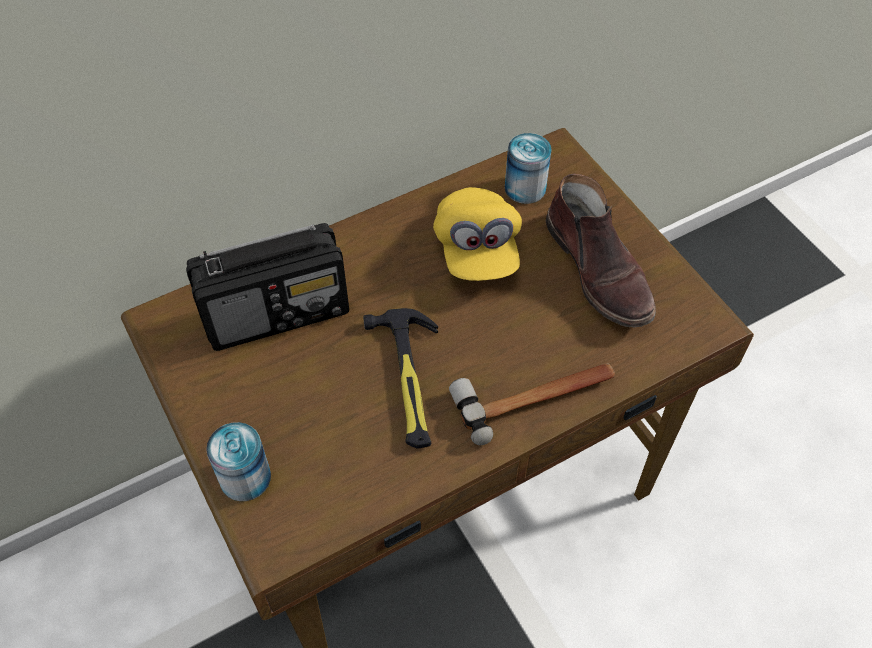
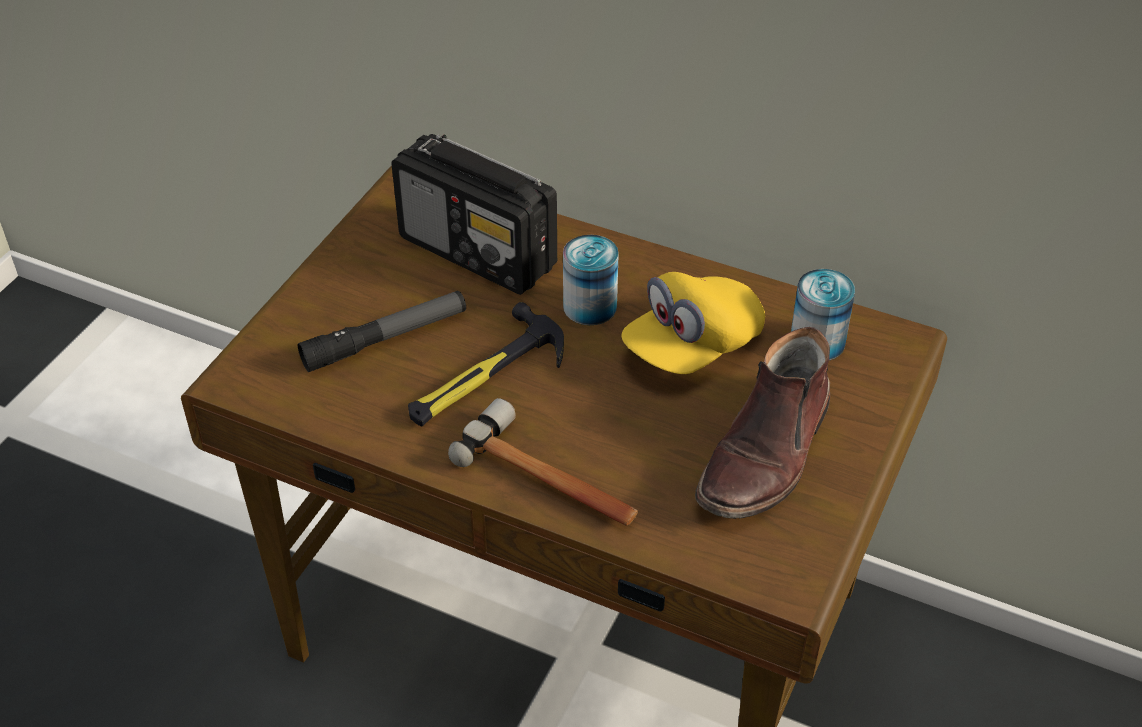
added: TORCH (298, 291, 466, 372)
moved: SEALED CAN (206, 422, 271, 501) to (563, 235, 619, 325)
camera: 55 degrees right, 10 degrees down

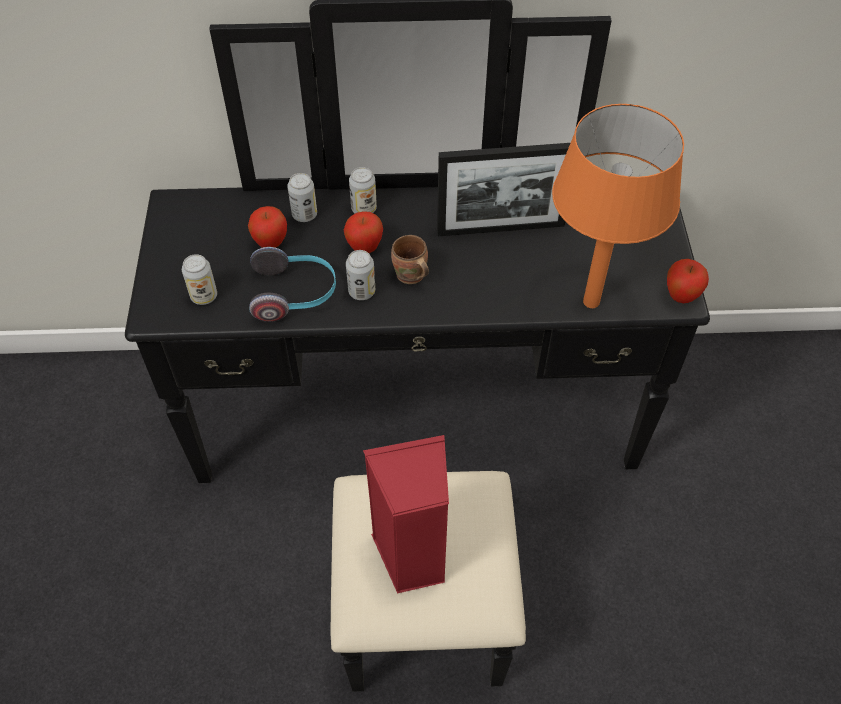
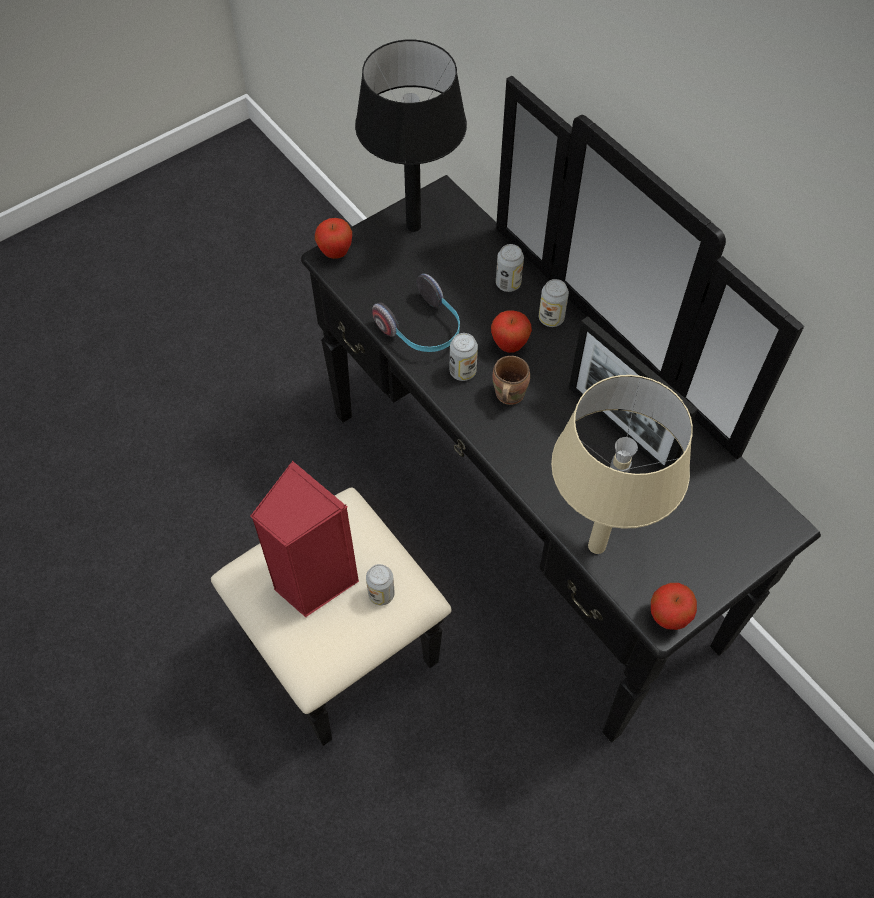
added: BLACK-COLOURED LAMP FOR A TABLE (355, 39, 467, 232)
moved: SEALED CAN (182, 254, 217, 305) to (366, 564, 395, 606); APPLE FRUIT (248, 206, 287, 248) to (315, 218, 352, 259)
recoloured: ORANGE-COLOURED LAMP FOR A TABLE (552, 104, 684, 308) to BEIGE LAMP FOR A TABLE (551, 375, 693, 554)
camera: 55 degrees right, 5 degrees up

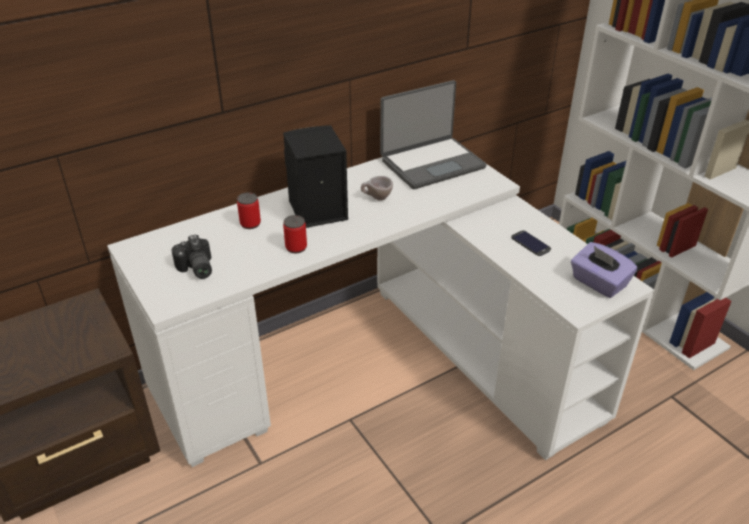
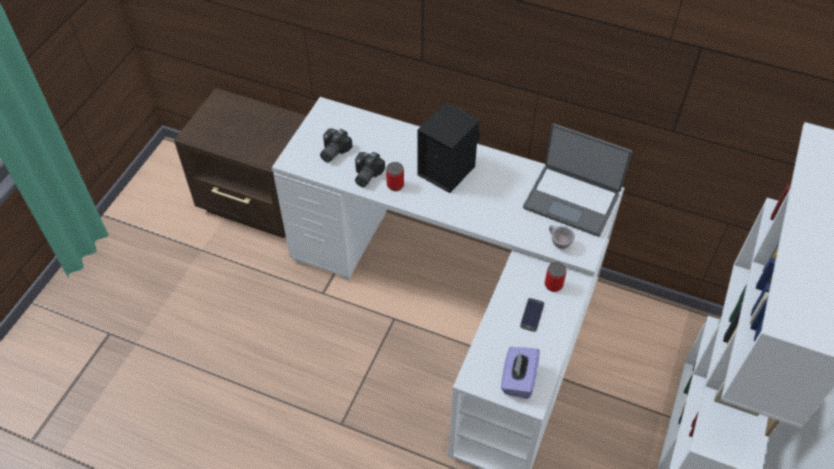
added: PHOTO CAMERA (355, 152, 385, 187)
moved: SEALED CAN (237, 192, 261, 229) to (545, 262, 566, 292); BEIGE CUP (361, 176, 393, 200) to (549, 225, 575, 249)
camera: 55 degrees right, 15 degrees up

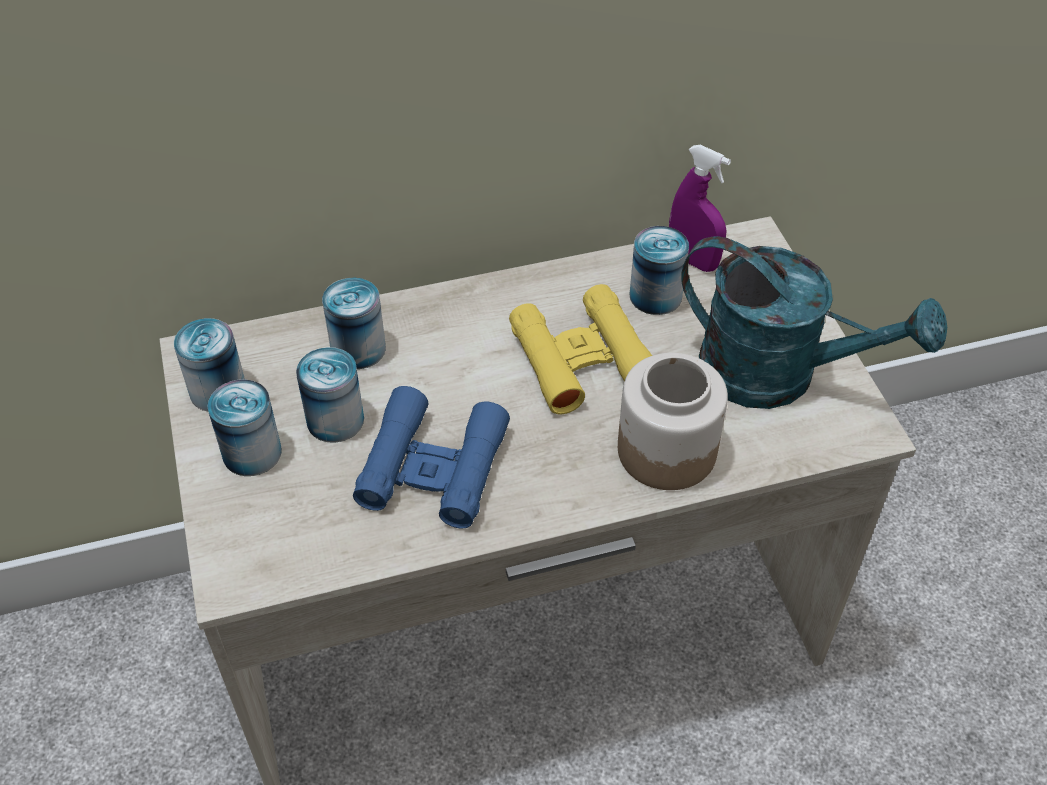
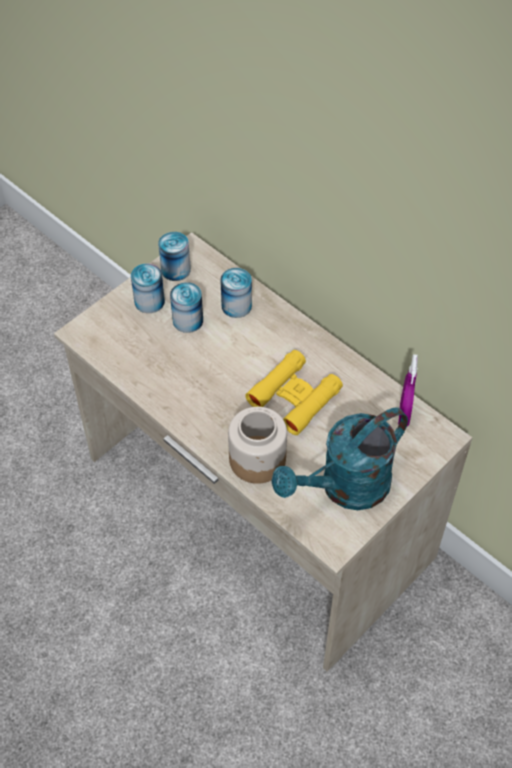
removed: BLUE-COLOURED BINOCULARS (353, 386, 510, 528); SEALED CAN (630, 226, 689, 315)
turned: TURQUOISE SPRINKLING CAN (681, 236, 947, 409) = (271, 407, 408, 510) 60 degrees clockwise
camera: 60 degrees right, 5 degrees up

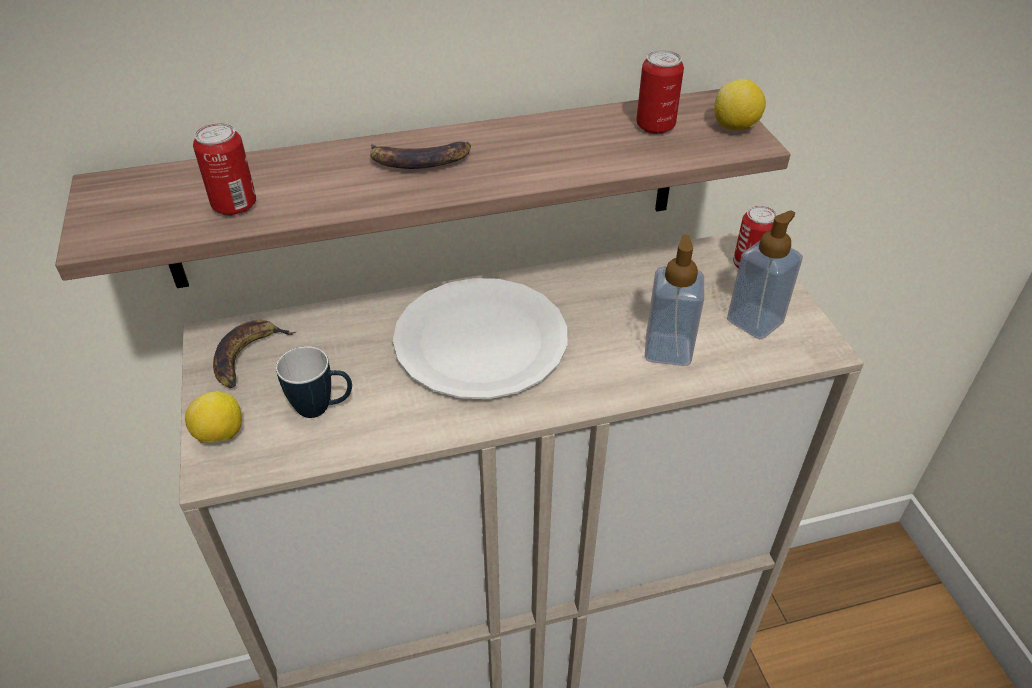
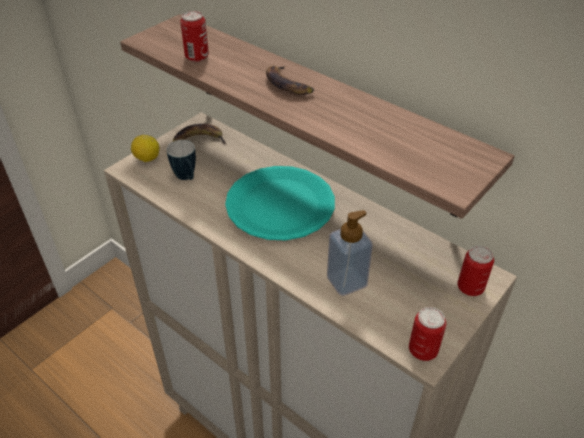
removed: LEMON (714, 79, 766, 130); LIQUID SOAP BOTTLE (727, 210, 803, 339)
moved: SEALED CAN (636, 50, 684, 134) to (409, 307, 446, 361)
recoloured: WHITE FLAT DISH (393, 278, 567, 399) to TURQUOISE FLAT DISH (225, 166, 335, 240)
camera: 55 degrees right, 0 degrees up

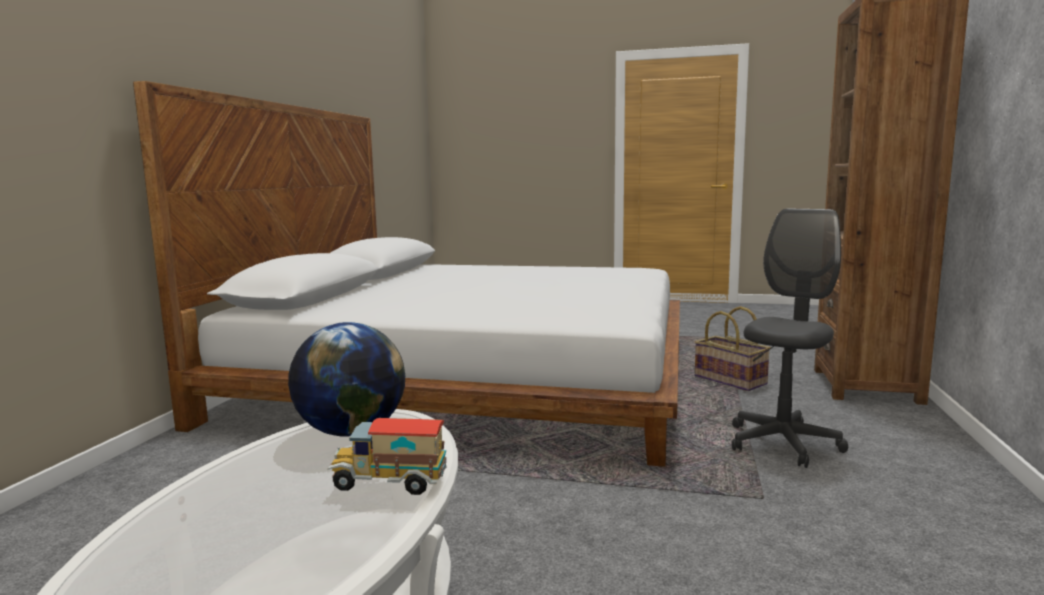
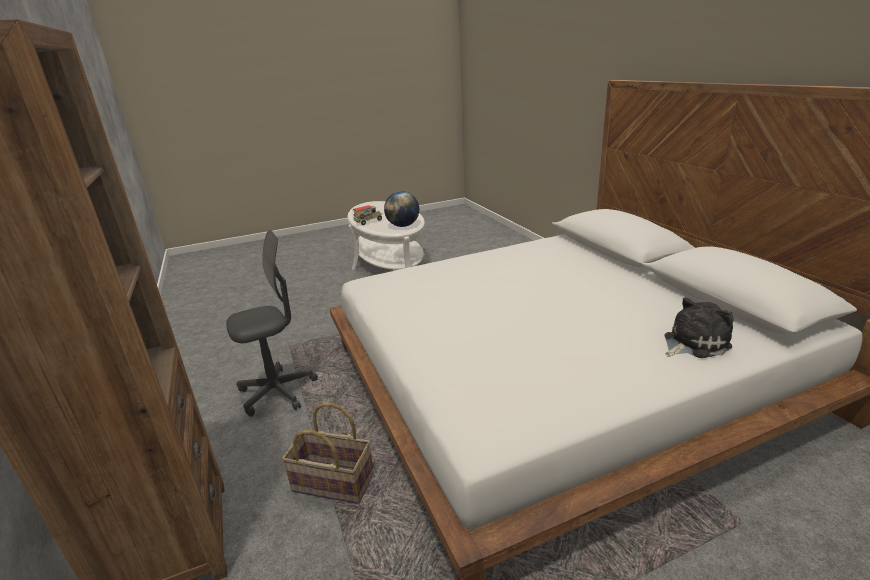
added: SOFT TOY (664, 298, 733, 358)
turned: GRAY COMPUTER CHAIR (732, 209, 848, 468) = (226, 230, 318, 417) 120 degrees counterclockwise
camera: 145 degrees right, 15 degrees up

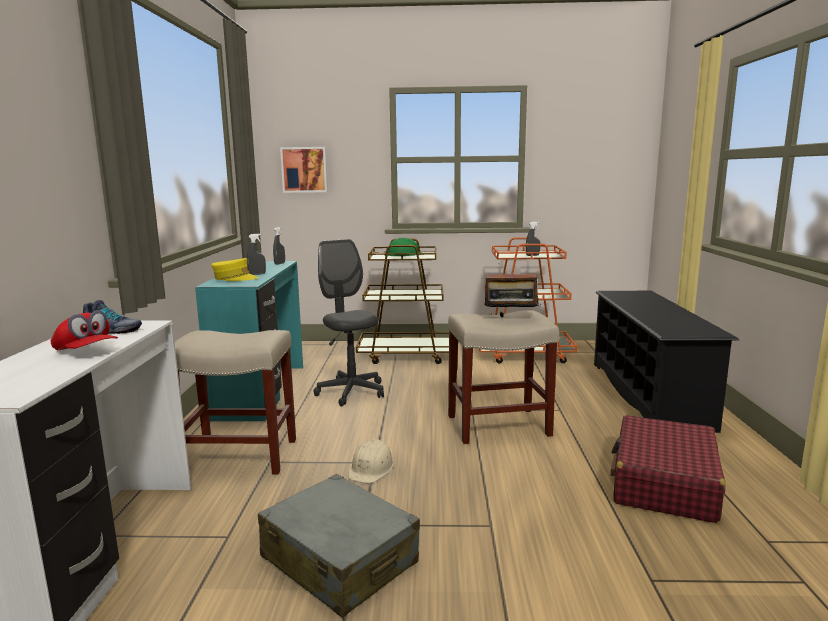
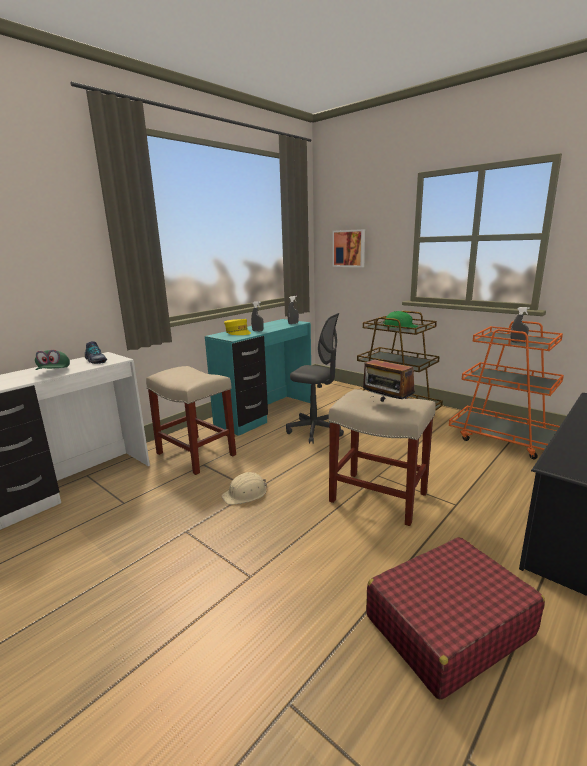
removed: GRAY TRAVEL CASE (258, 474, 420, 618)
recoloured: RED BASEBALL CAP (51, 310, 118, 350) to GREEN-COLOURED BASEBALL CAP (35, 350, 70, 370)
turned: GRAY COMPUTER CHAIR (314, 239, 384, 407) = (286, 313, 344, 444) 105 degrees clockwise
camera: 40 degrees right, 5 degrees up

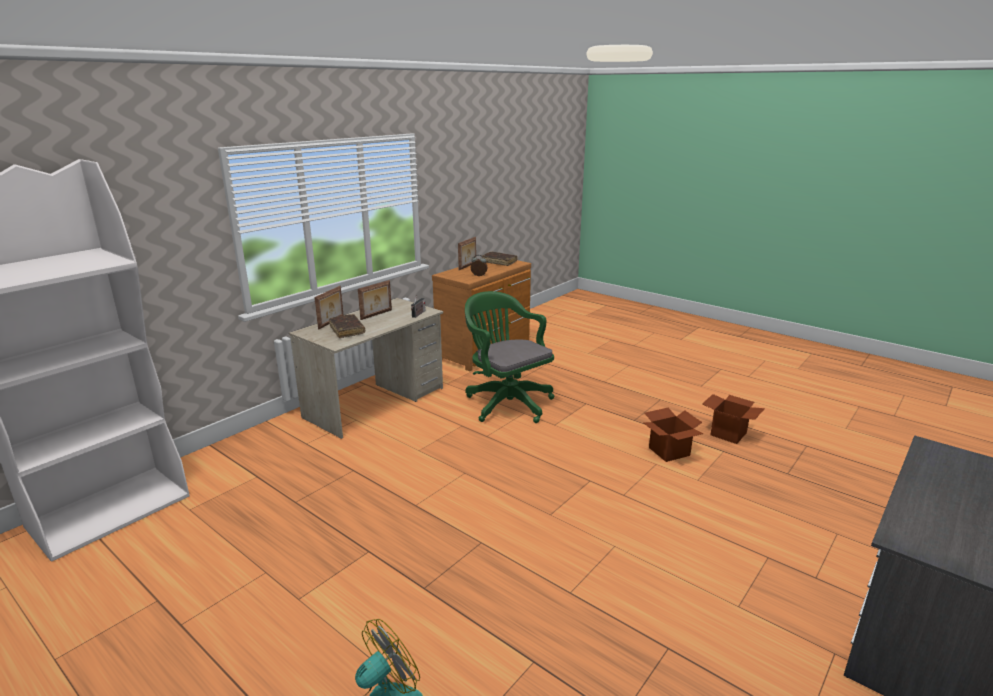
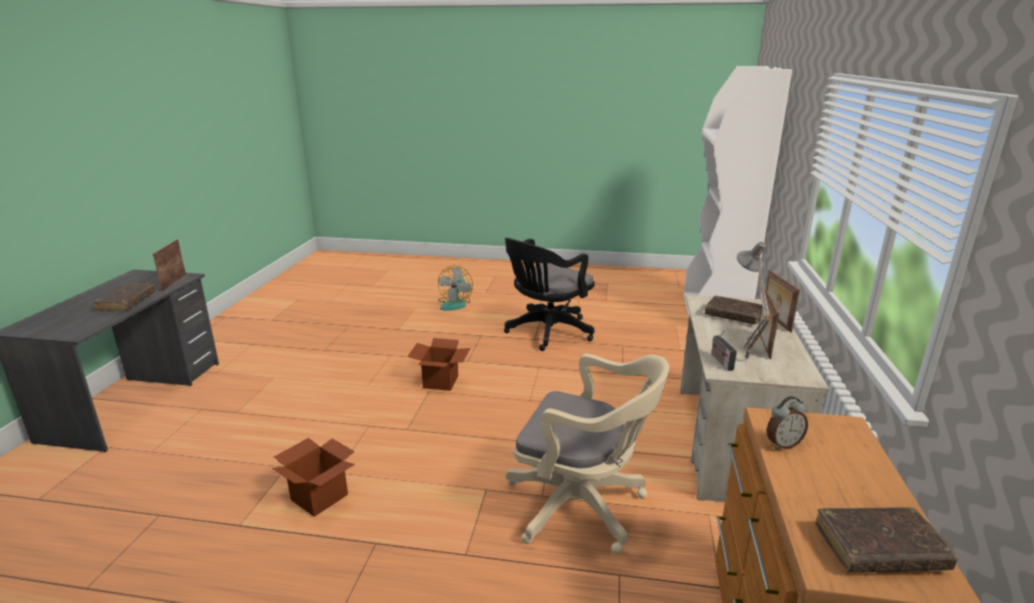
added: BROWNISH VOLUME (93, 284, 155, 311); BLACK-COLOURED COMPUTER CHAIR (504, 238, 595, 351); GRAY LAMP FOR A TABLE (737, 241, 770, 362)
moved: STANDING FRAME (458, 237, 476, 270) to (153, 239, 186, 291); CARTON (702, 394, 765, 444) to (407, 338, 470, 391)
recoloured: GREEN-COLOURED COMPUTER CHAIR (465, 291, 554, 423) to BEIGE COMPUTER CHAIR (506, 354, 669, 554)
camera: 150 degrees right, 0 degrees up

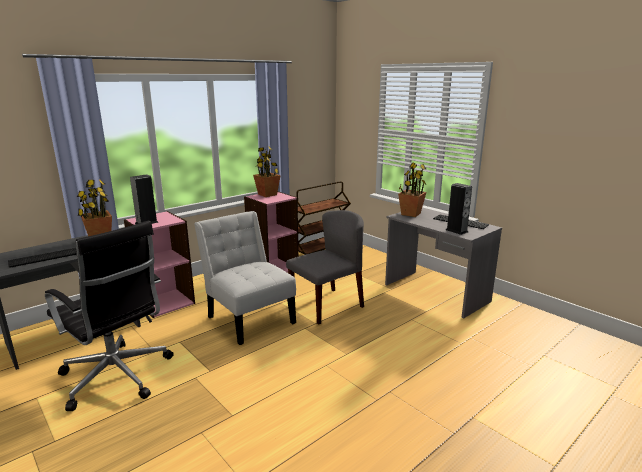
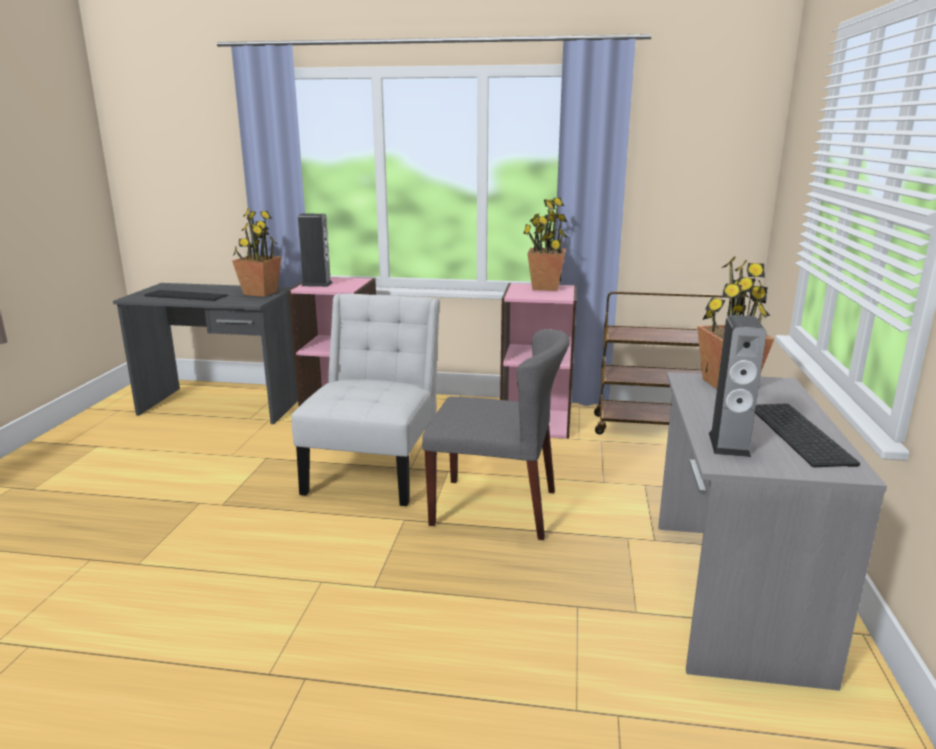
removed: BLACK-COLOURED COMPUTER CHAIR (45, 220, 174, 411)
camera: 50 degrees right, 0 degrees up

